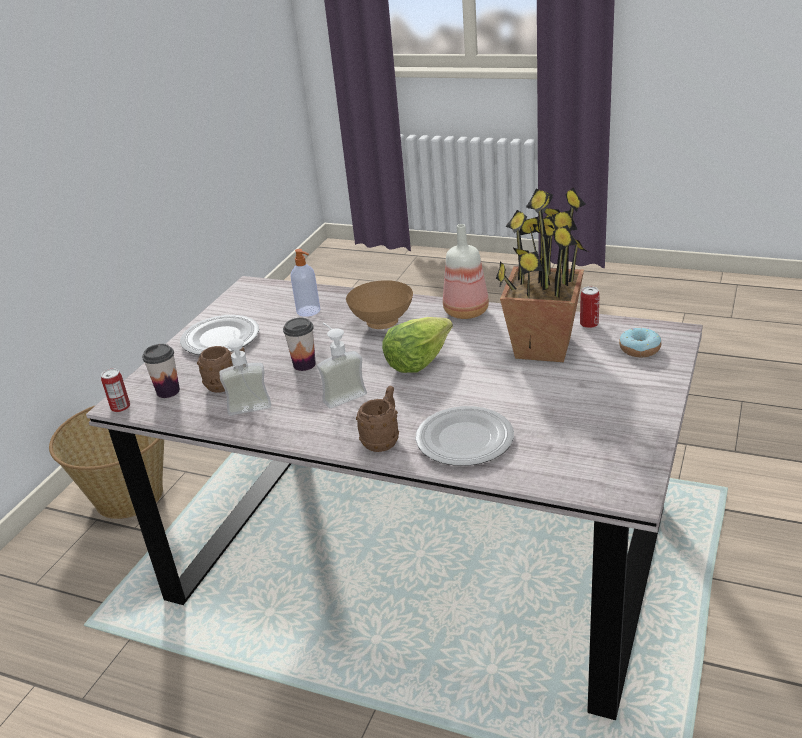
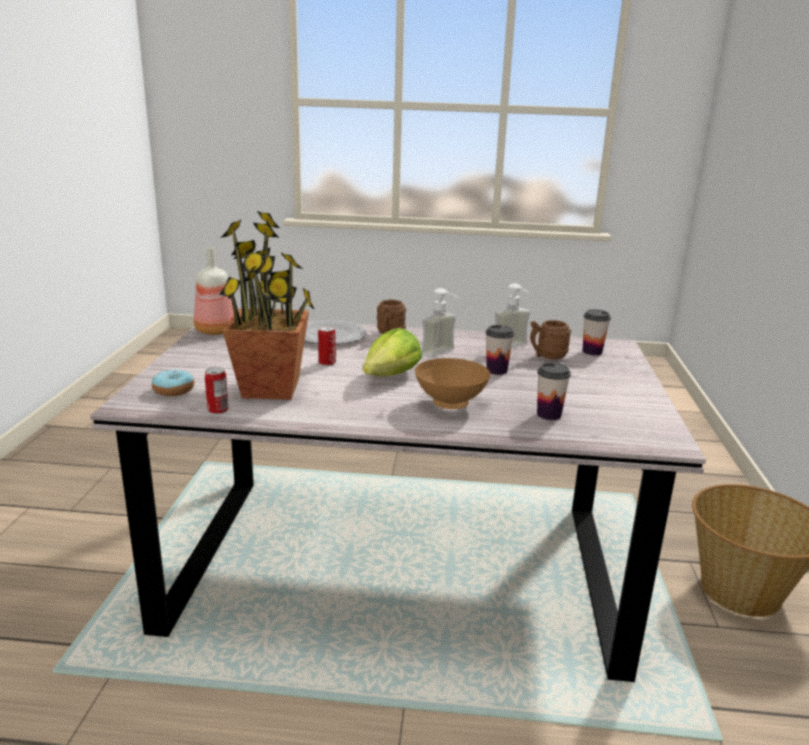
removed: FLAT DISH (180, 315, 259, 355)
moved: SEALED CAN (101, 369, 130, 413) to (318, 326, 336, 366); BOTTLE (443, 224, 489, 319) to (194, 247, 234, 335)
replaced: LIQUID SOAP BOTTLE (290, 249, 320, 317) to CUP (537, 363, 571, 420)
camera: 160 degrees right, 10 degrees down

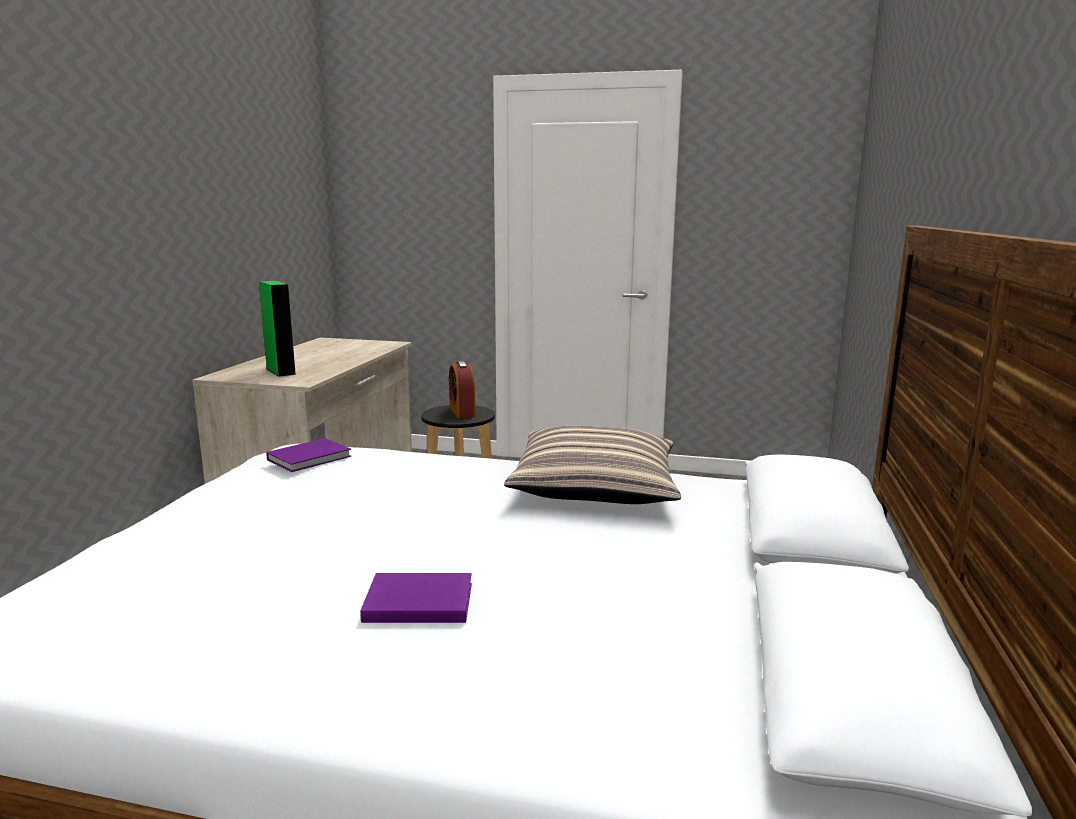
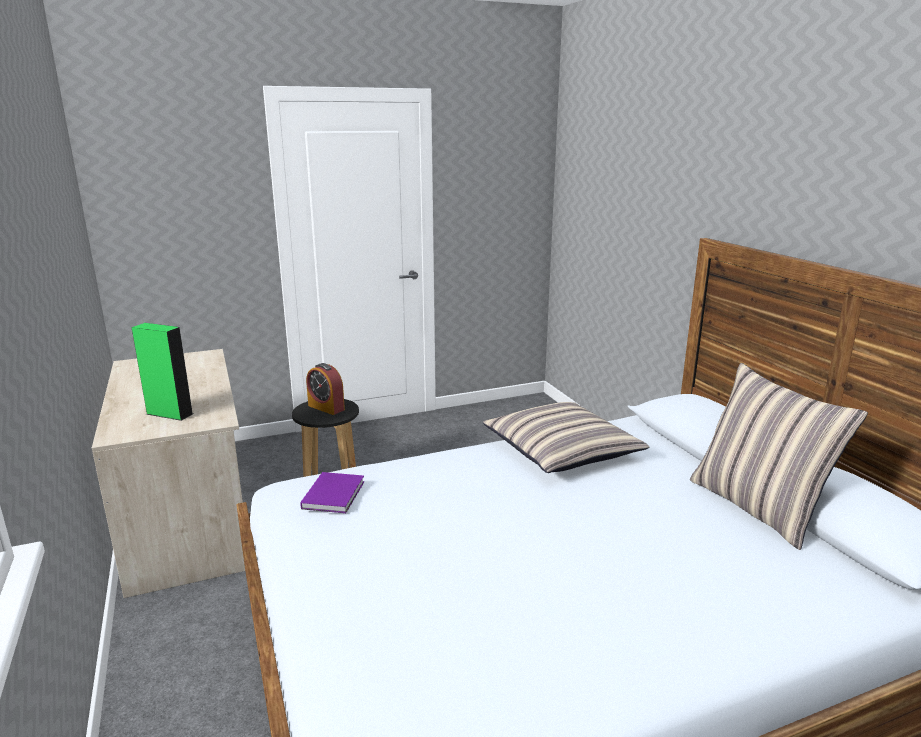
removed: PURPLE VOLUME (360, 573, 472, 623)
added: THROW PILLOW (690, 363, 868, 550)
camera: 35 degrees left, 5 degrees up

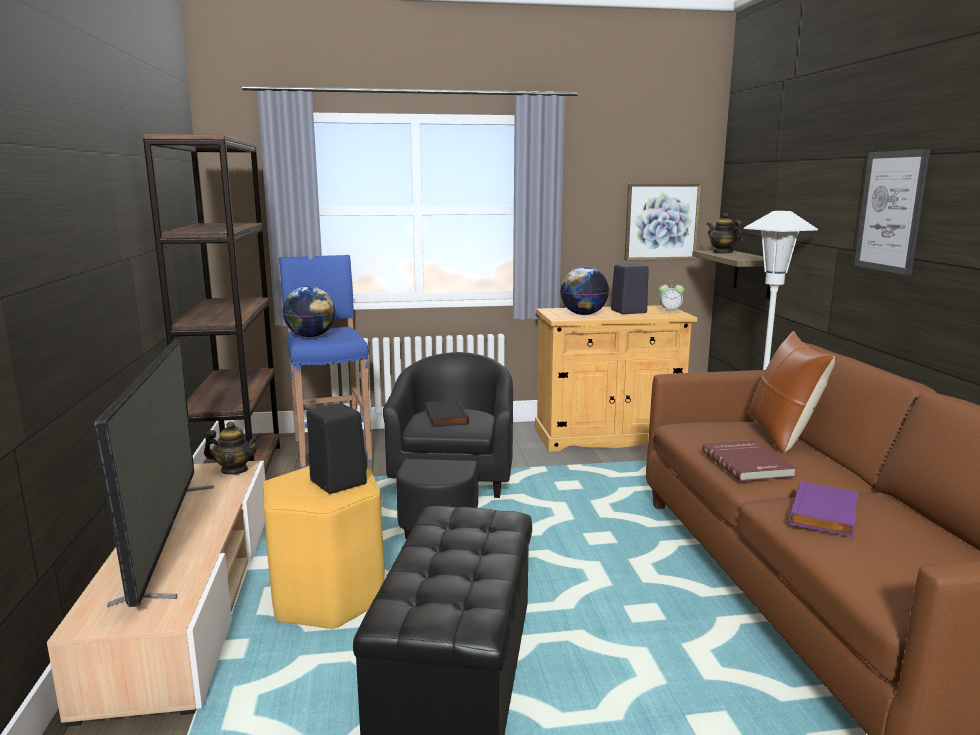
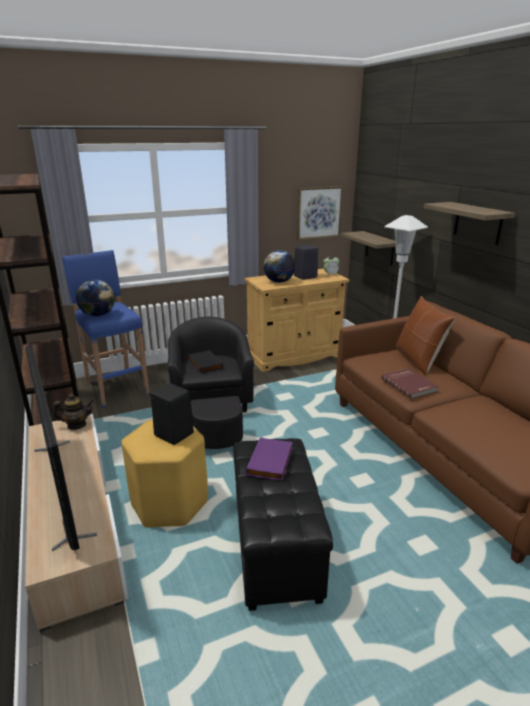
removed: TEAPOT (707, 213, 743, 254)
moved: PURPLE VOLUME (789, 481, 858, 537) to (246, 437, 293, 481)
replaced: WALL ART (854, 149, 930, 276) to WALL SHELF (424, 202, 515, 245)
camera: 15 degrees left, 10 degrees up

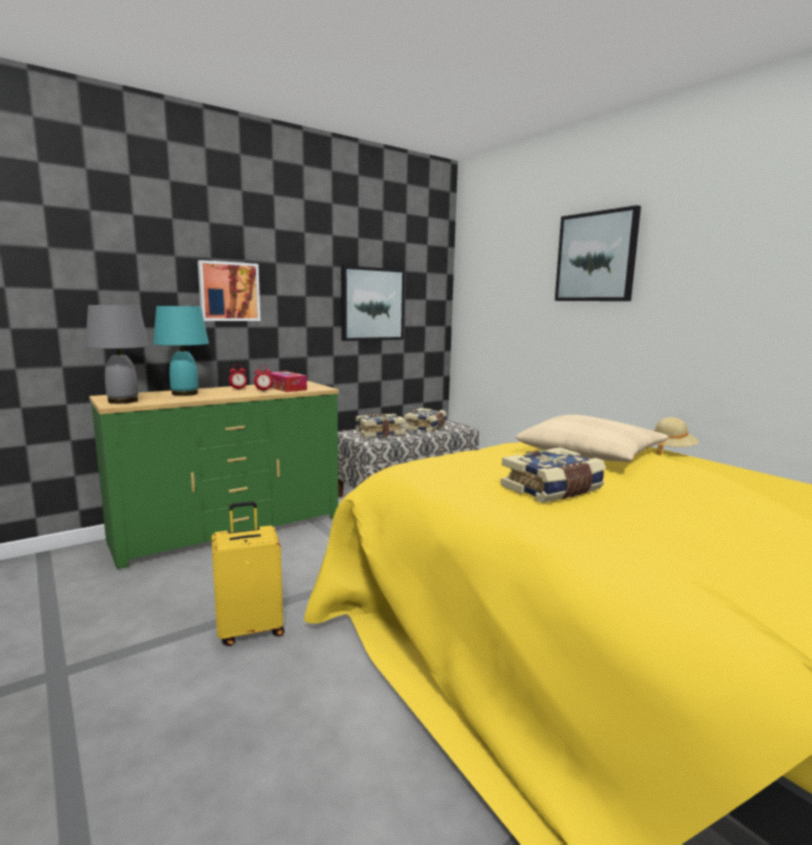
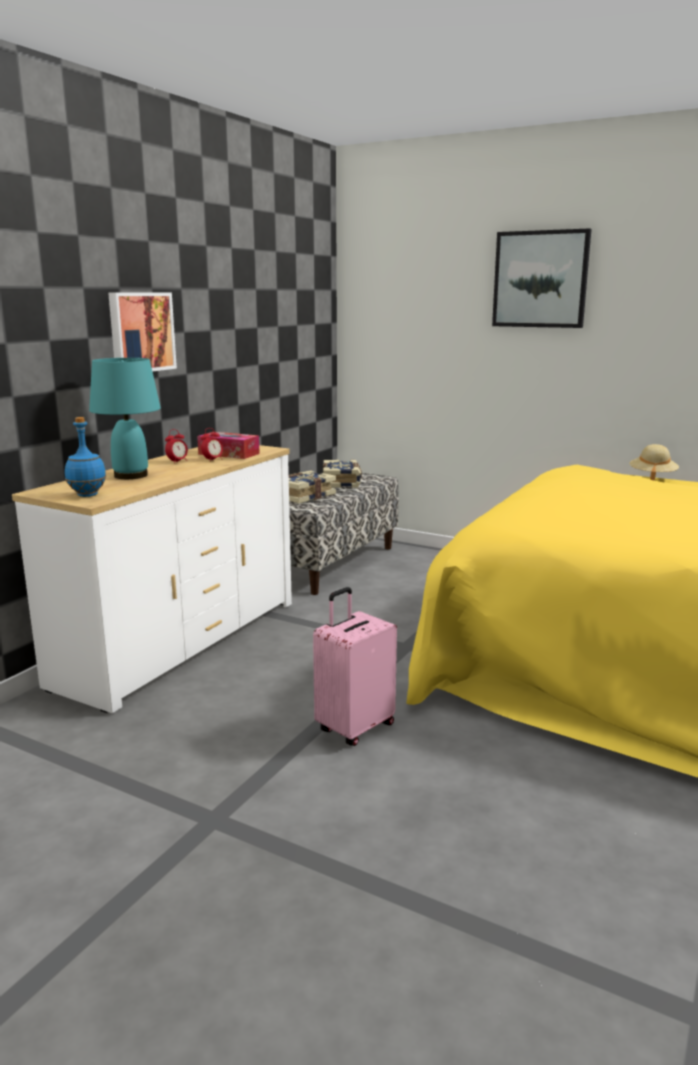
removed: WALL ART (341, 266, 405, 341); VOLUME (501, 447, 606, 503); BEIGE THROW PILLOW (516, 415, 668, 462)
replaced: GRAY LAMP FOR A TABLE (85, 305, 149, 404) to BLUE-COLOURED BOTTLE (65, 417, 106, 497)
recoloured: GREEN-COLOURED CHEST OF DRAWERS (89, 381, 339, 569) to WHITE CHEST OF DRAWERS (12, 445, 292, 713); YELLOW-COLOURED TRAVEL CASE (212, 501, 284, 646) to PINKISH TRAVEL CASE (313, 587, 397, 746)
camera: 25 degrees left, 5 degrees up

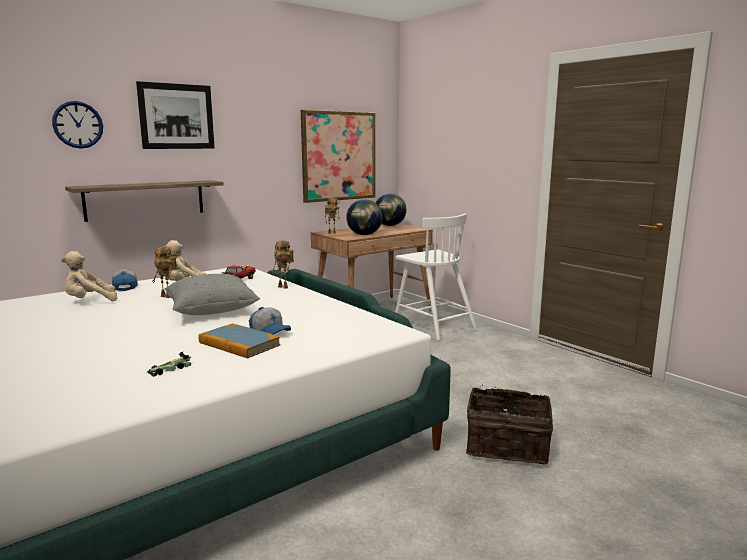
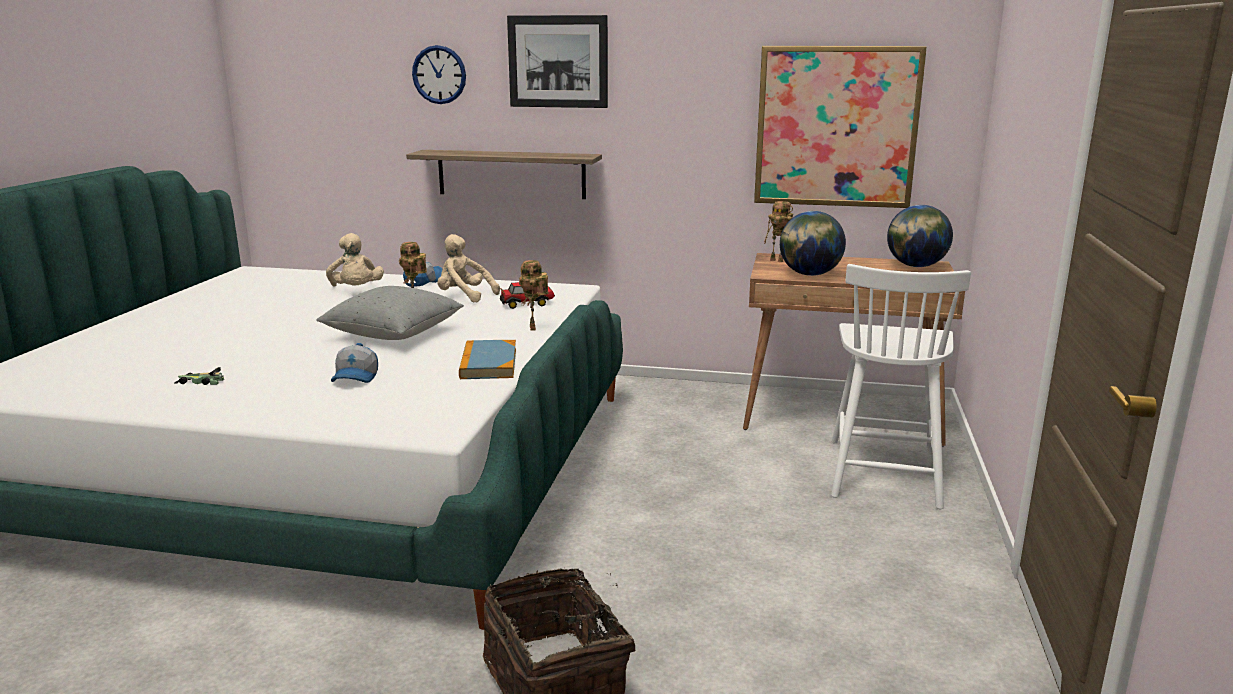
moved: VOLUME (198, 323, 280, 358) to (459, 340, 516, 379)
turned: BEIGE SOFT TOY (61, 251, 117, 301) = (326, 233, 384, 287) 135 degrees counterclockwise
camera: 50 degrees right, 5 degrees up

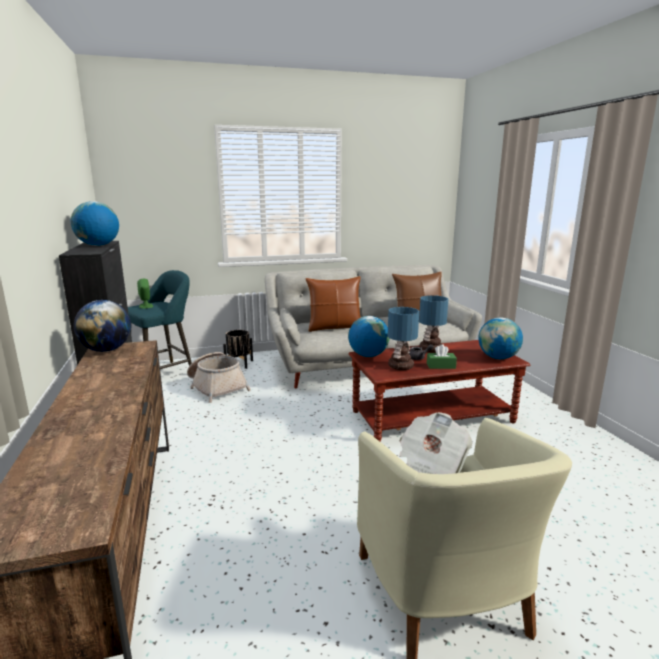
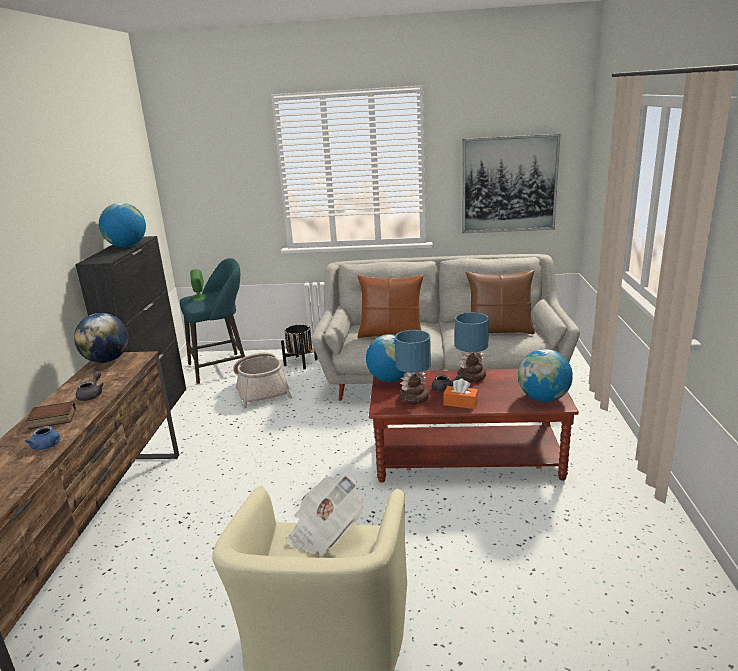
added: BLUE-COLOURED TEAPOT (25, 426, 61, 450); VOLUME (26, 401, 76, 429); GRAY TEAPOT (76, 371, 104, 401); WALL ART (462, 133, 561, 233)
recoloured: GREEN-COLOURED TISSUE BOX (427, 344, 457, 369) to ORANGE-COLOURED TISSUE BOX (443, 378, 478, 409)
camera: 20 degrees right, 5 degrees up

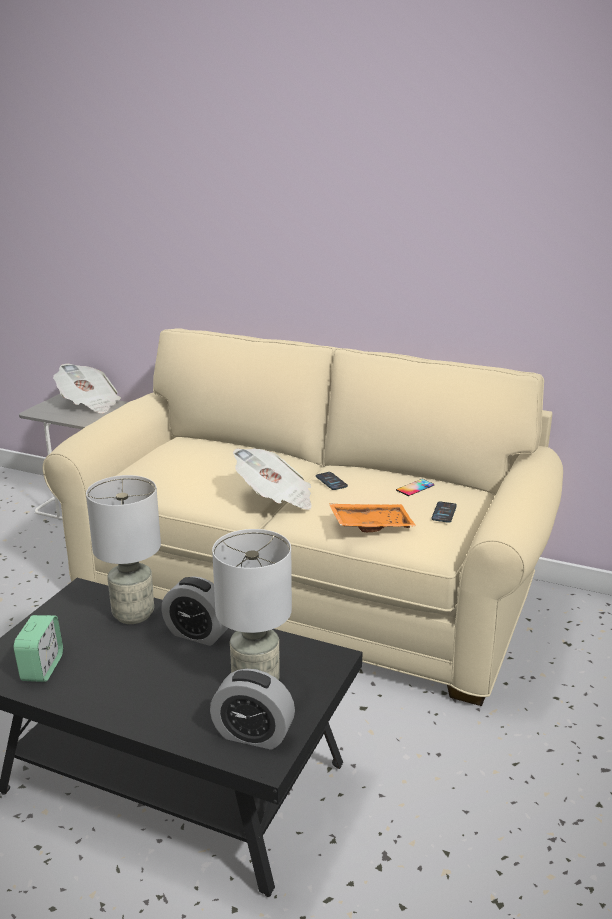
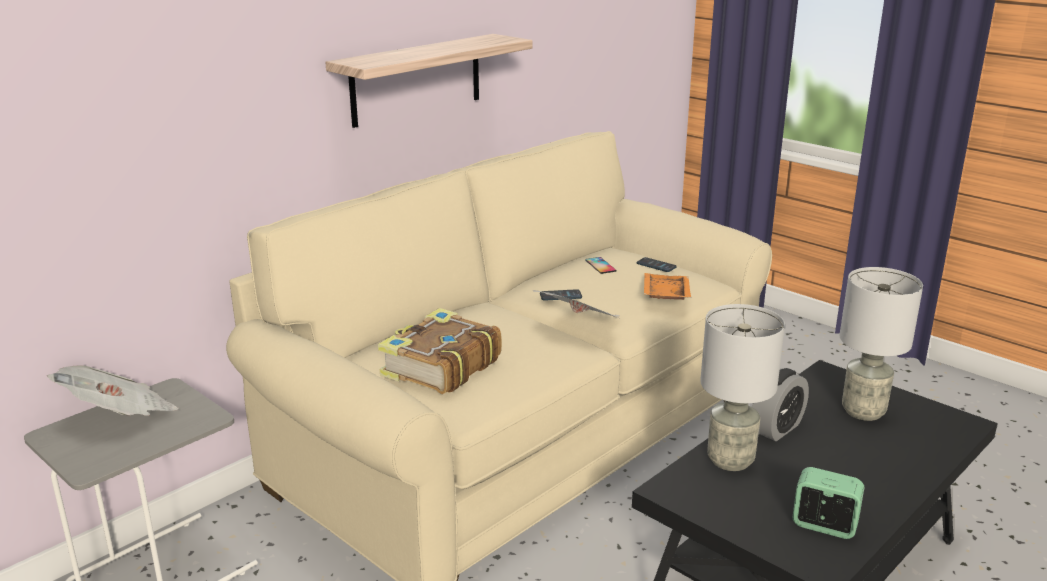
removed: BEDSIDE CLOCK (210, 669, 295, 750)
added: WALL SHELF (325, 34, 532, 128); VOLUME (378, 308, 502, 394)
camera: 70 degrees left, 0 degrees up

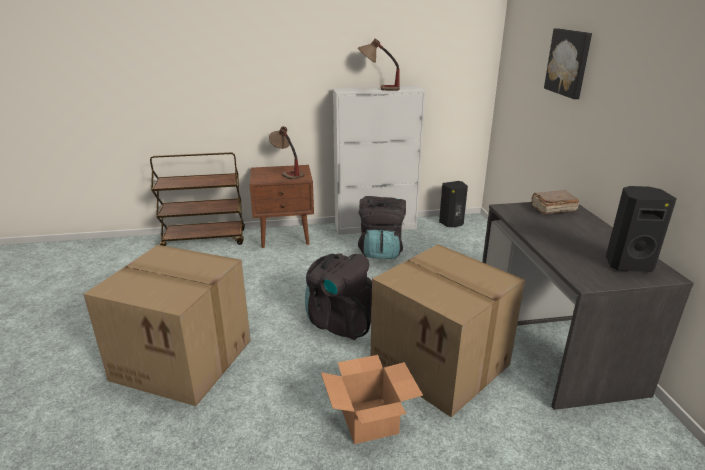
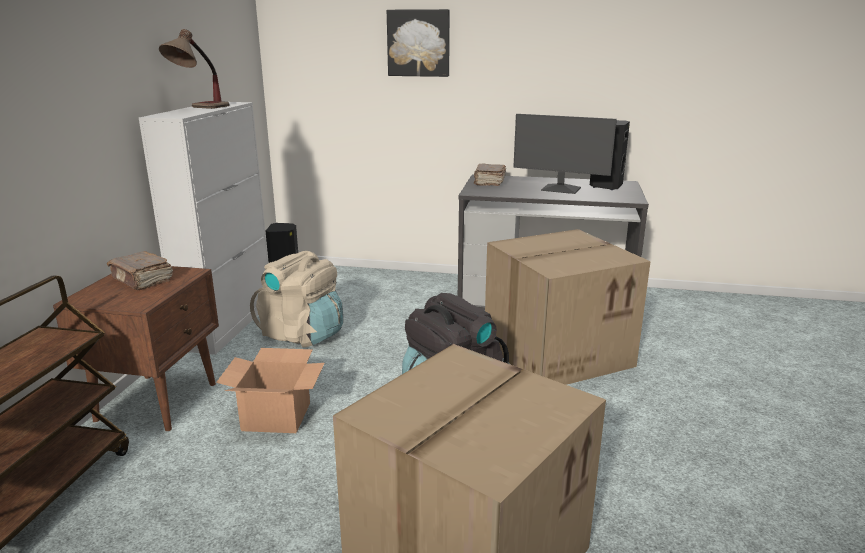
added: COMPUTER SCREEN (513, 114, 617, 194)
moved: CARTON (321, 355, 423, 444) to (216, 348, 325, 433)
replaced: LAMP FOR A TABLE (269, 126, 305, 180) to BROWNISH VOLUME (107, 251, 173, 290)
recoloured: BLACK-COLOURED RUCKSACK (358, 196, 406, 259) to BEIGE RUCKSACK (250, 251, 343, 347)
camera: 70 degrees left, 5 degrees down

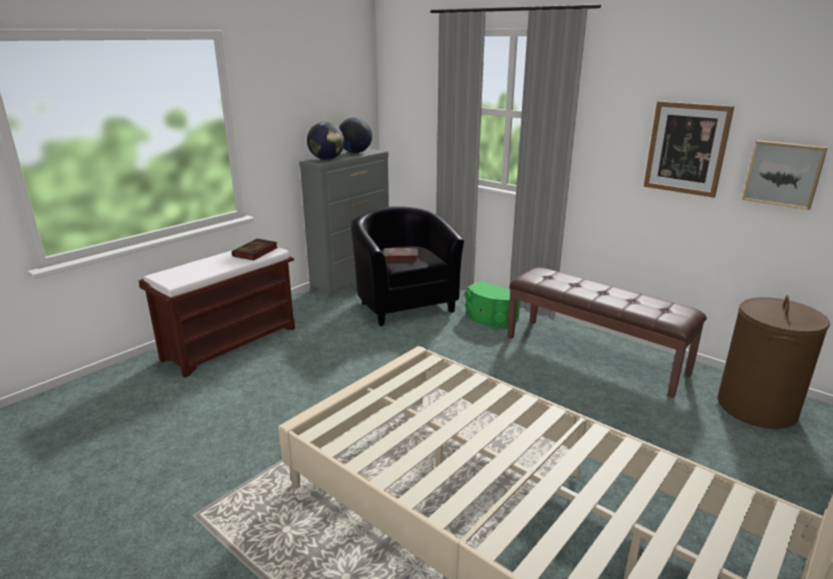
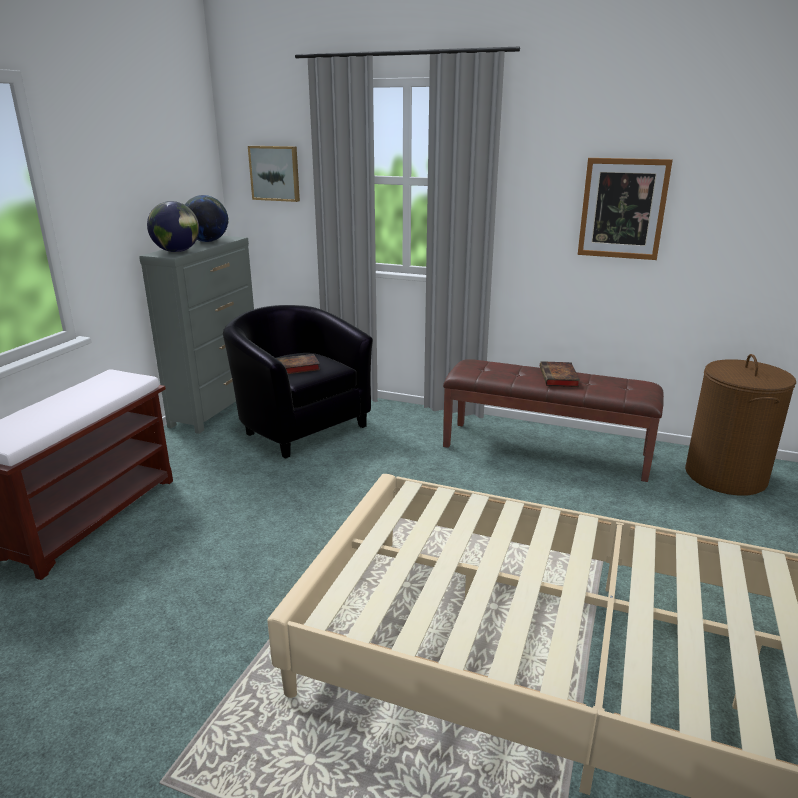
removed: GREEN-COLOURED LOUDSPEAKER (465, 281, 520, 328)
moved: VOLUME (232, 239, 278, 260) to (540, 361, 580, 387); WALL ART (742, 140, 828, 210) to (248, 146, 300, 202)
camera: 20 degrees left, 0 degrees up

